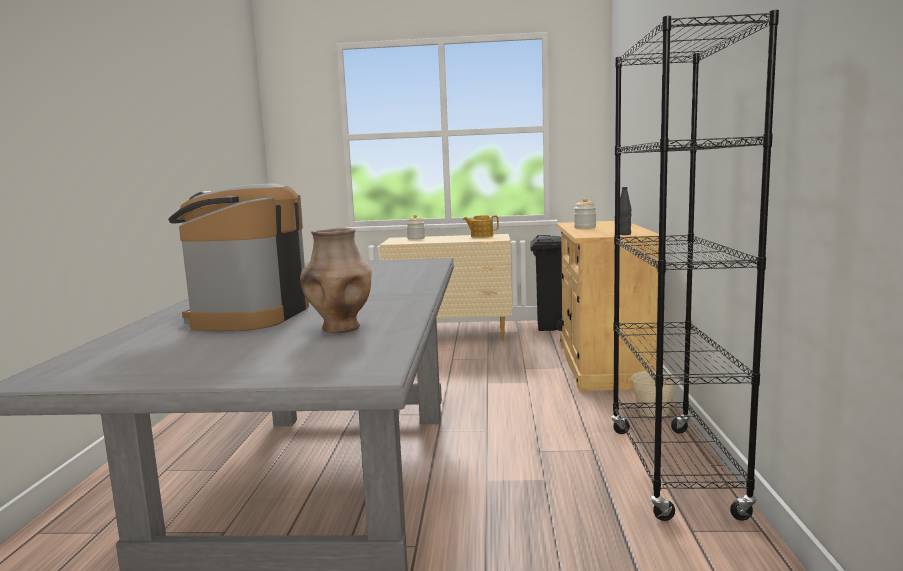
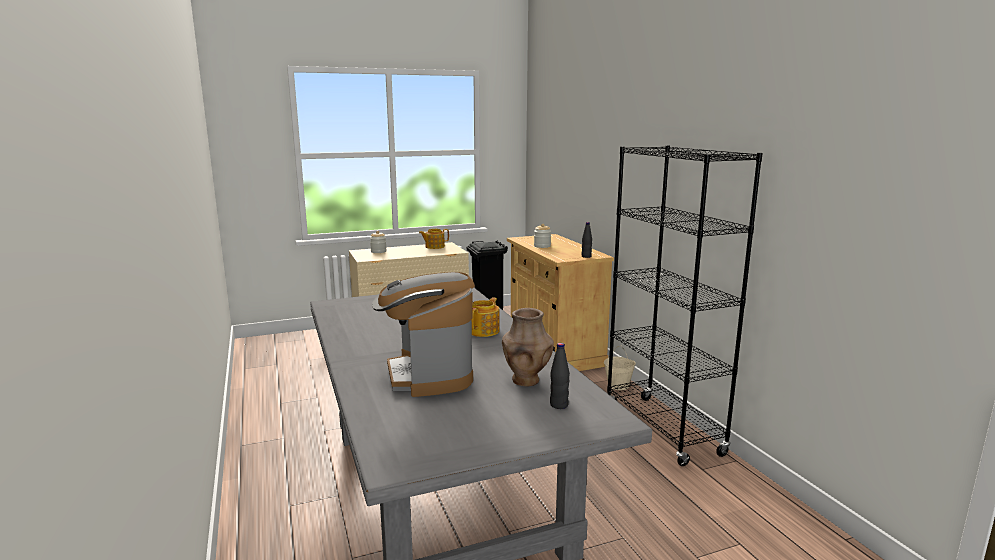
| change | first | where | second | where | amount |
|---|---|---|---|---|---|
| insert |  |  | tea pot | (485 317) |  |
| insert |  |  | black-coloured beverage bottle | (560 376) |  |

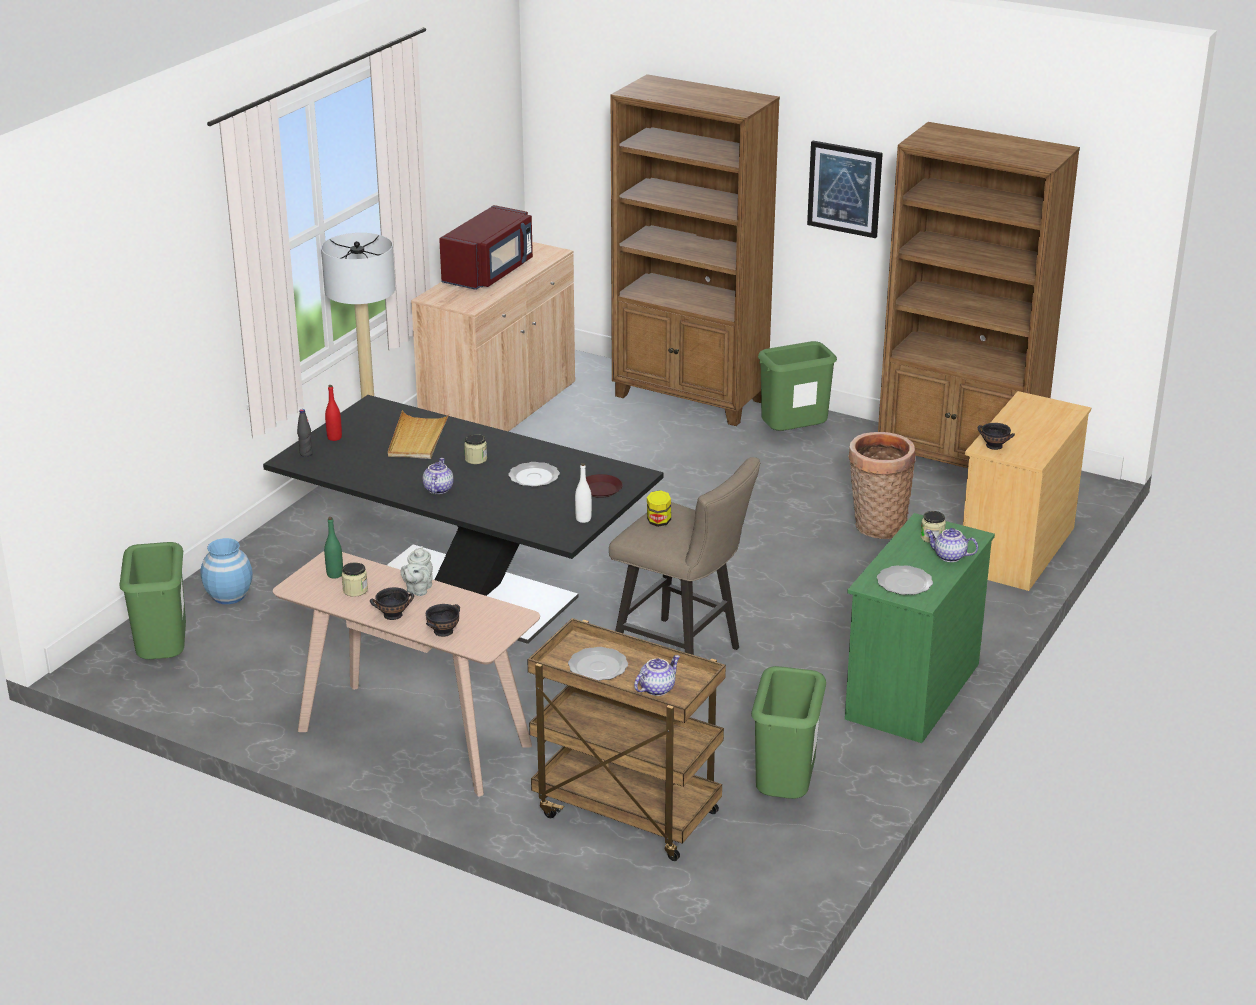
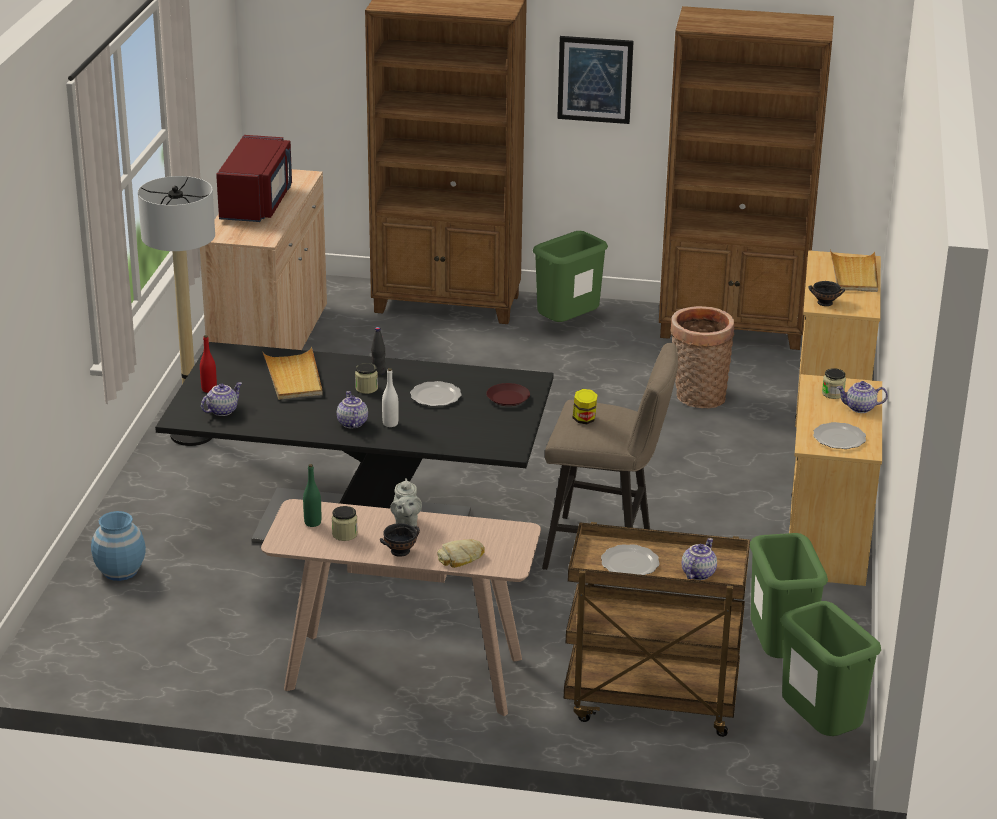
| change | first | where | second | where | amount |
|---|---|---|---|---|---|
| move | black-coloured beverage bottle | (305 433) |  | (378 351) |  |
| move | whitish beverage bottle | (583 493) |  | (390 397) |  |
| recolor | green drawer chest | (920 628) | beige-coloured drawer chest | (835 480) |  |
| move | green rubbish bin | (152 600) |  | (831 668) |  |
| replace | black-coloured bowl | (443 620) | baked bread | (461 553) |  |
| insert |  |  | beige-coloured tray | (854 270) |  |
| insert |  |  | tea pot | (221 399) |  |

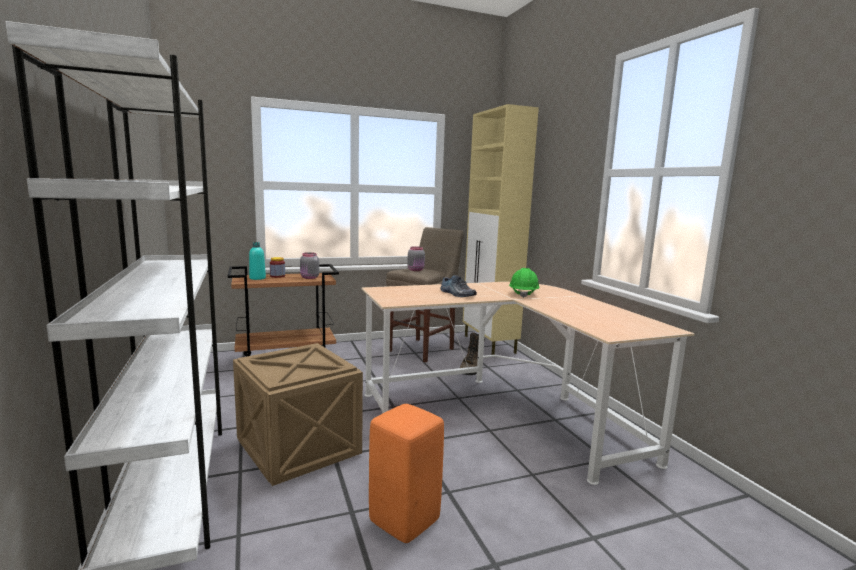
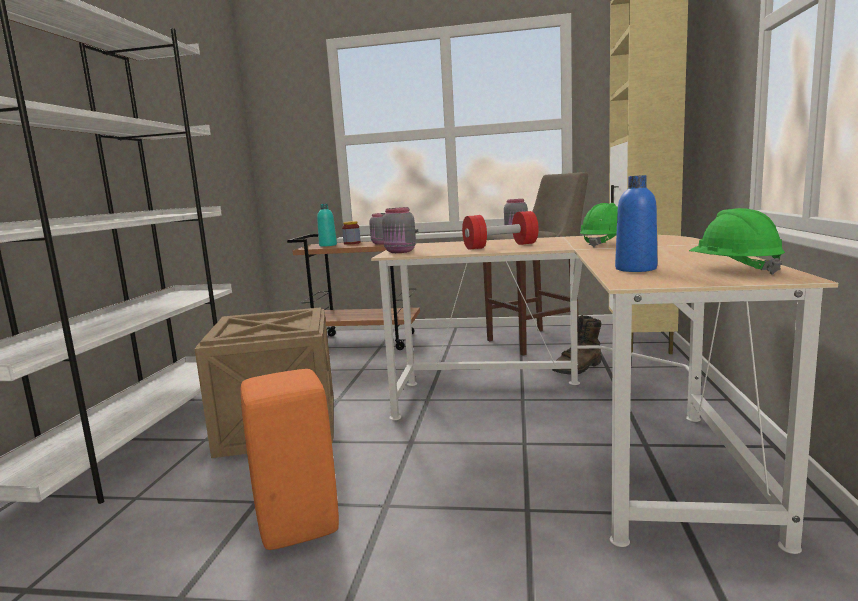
| change | first | where | second | where | amount |
|---|---|---|---|---|---|
| replace | low shoe | (459 286) | reddish hand weight | (500 230) |  |
| insert |  |  | blue-coloured beverage bottle | (636 223) |  |
| insert |  |  | greyish storage jar | (399 230) |  |
| insert |  |  | green hard hat | (737 241) |  |

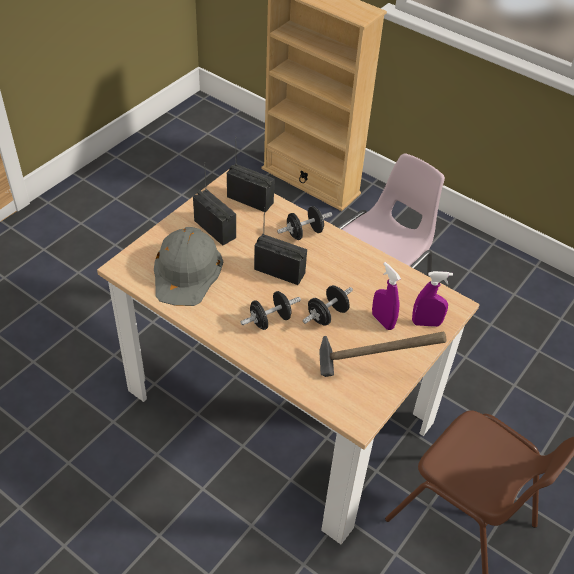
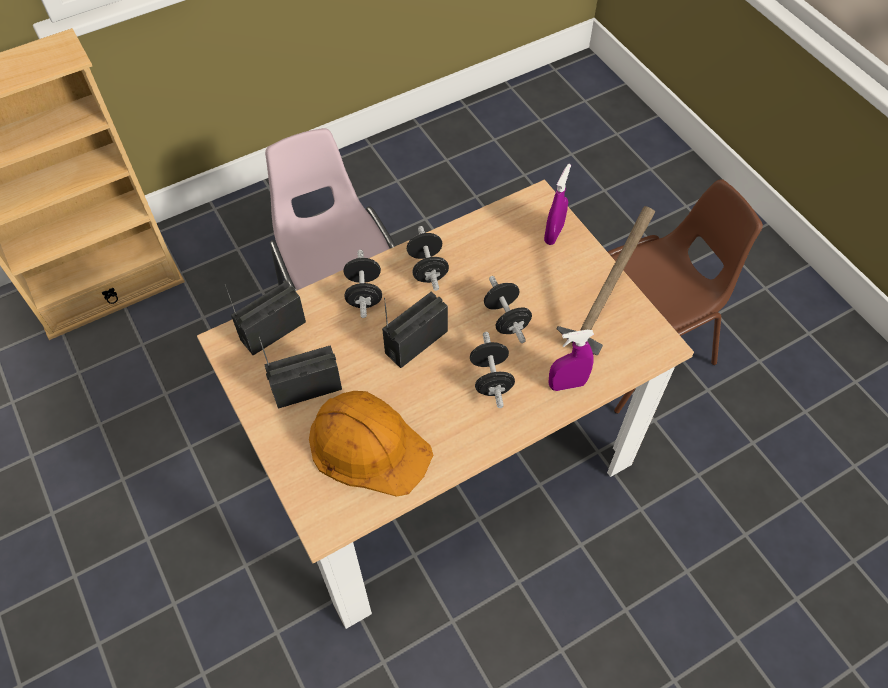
| change | first | where | second | where | amount |
|---|---|---|---|---|---|
| recolor | greyish hard hat | (188 266) | orange hard hat | (371 444) |  |
| move | purple spray bottle | (386 296) |  | (571 360) |  |
| insert |  |  | black-coloured hand weight | (428 258) |  |

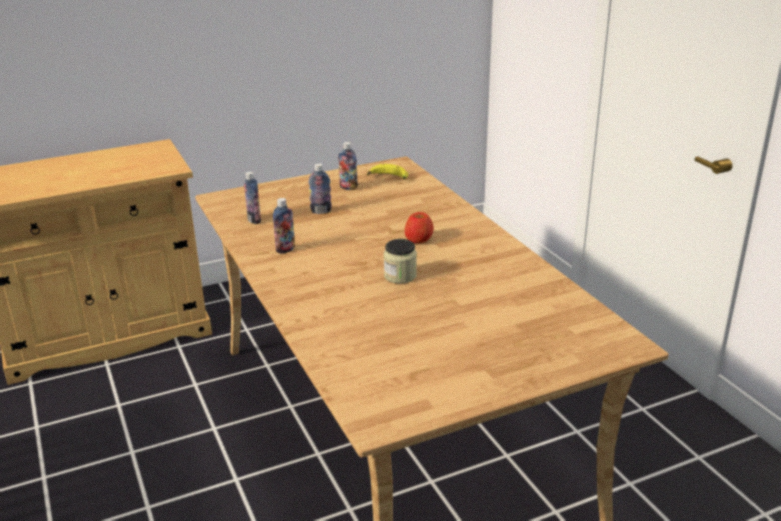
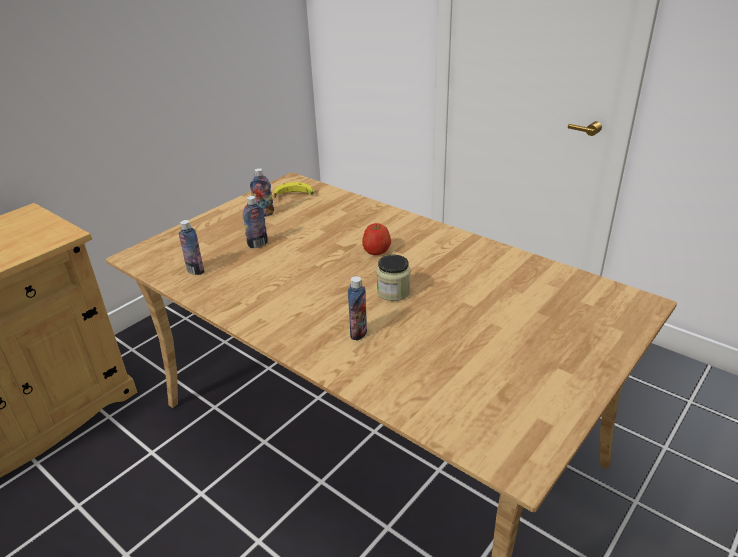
| change | first | where | second | where | amount |
|---|---|---|---|---|---|
| move | beverage bottle | (284 226) |  | (357 308) |  |

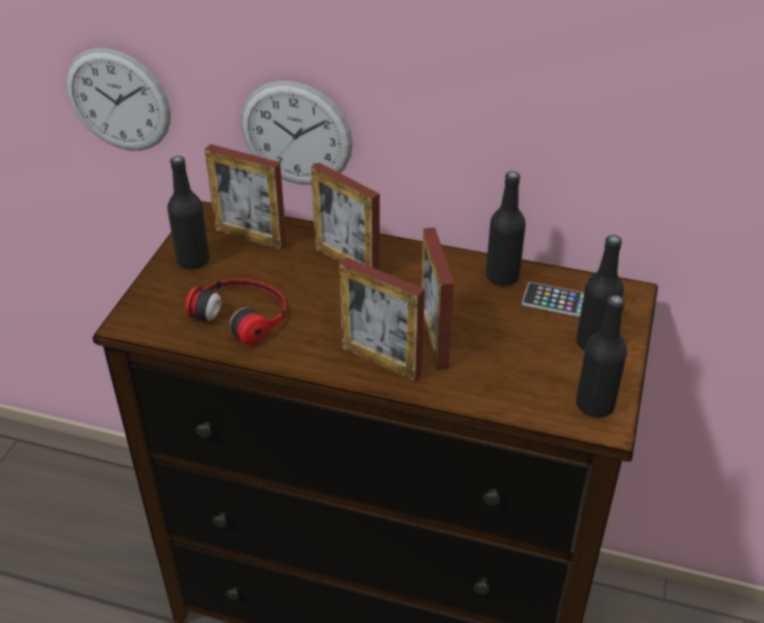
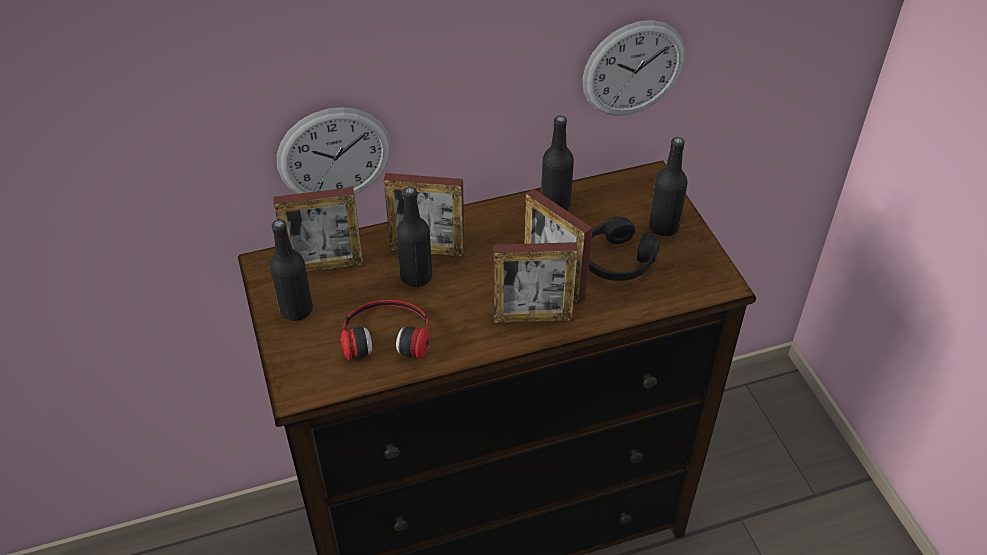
| change | first | where | second | where | amount |
|---|---|---|---|---|---|
| move | clock on the wall | (118 99) |  | (633 68) |  |
| delete | phone | (553 299) |  |  |  |
| move | black-coloured beverage bottle | (601 356) |  | (414 237) |  |
| insert |  |  | black-coloured pair of headphones | (624 248) |  |

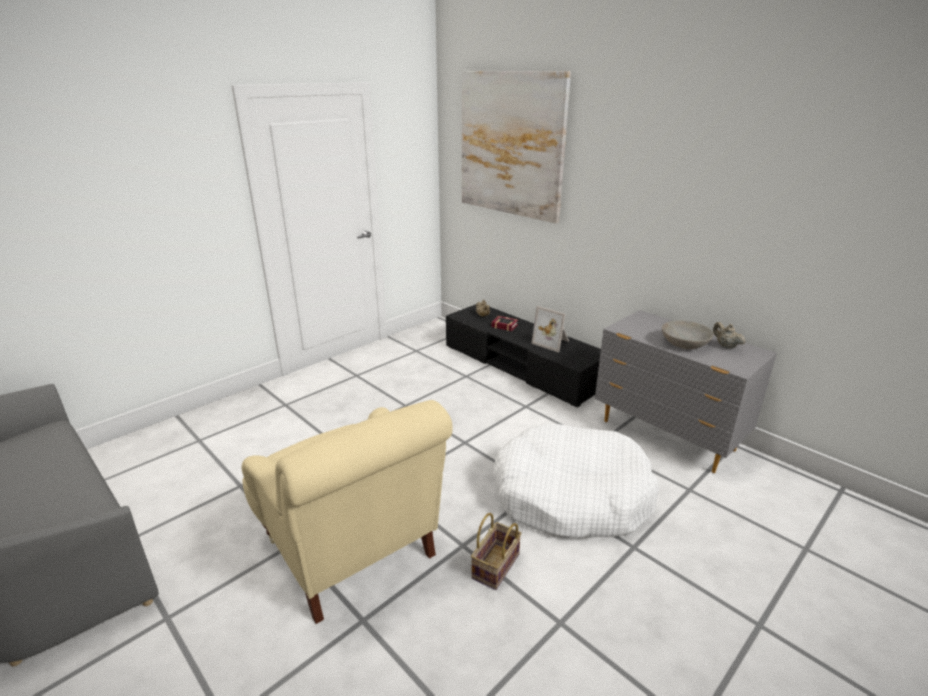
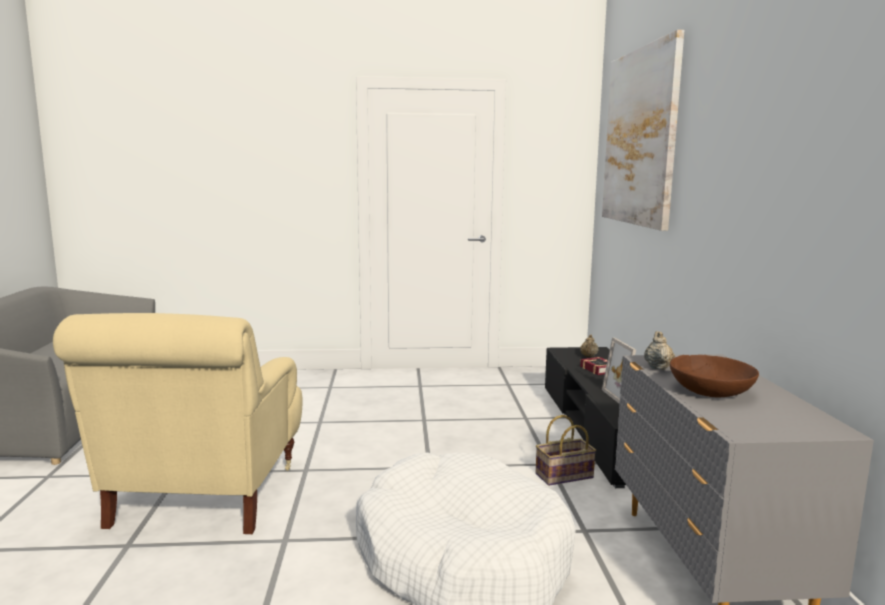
| change | first | where | second | where | amount |
|---|---|---|---|---|---|
| recolor | greyish bowl | (688 334) | brown-coloured bowl | (714 376) |  |
| move | beige-coloured tea pot | (729 335) |  | (659 350) |  |
| move | basket | (496 551) |  | (566 450) |  |

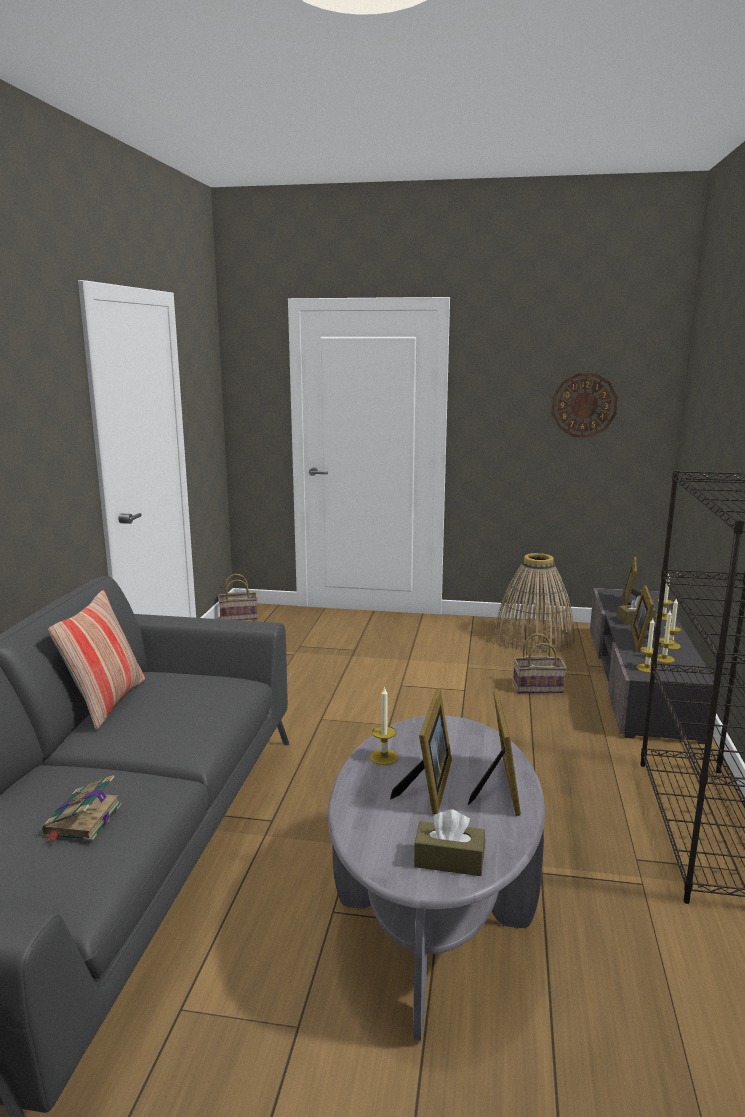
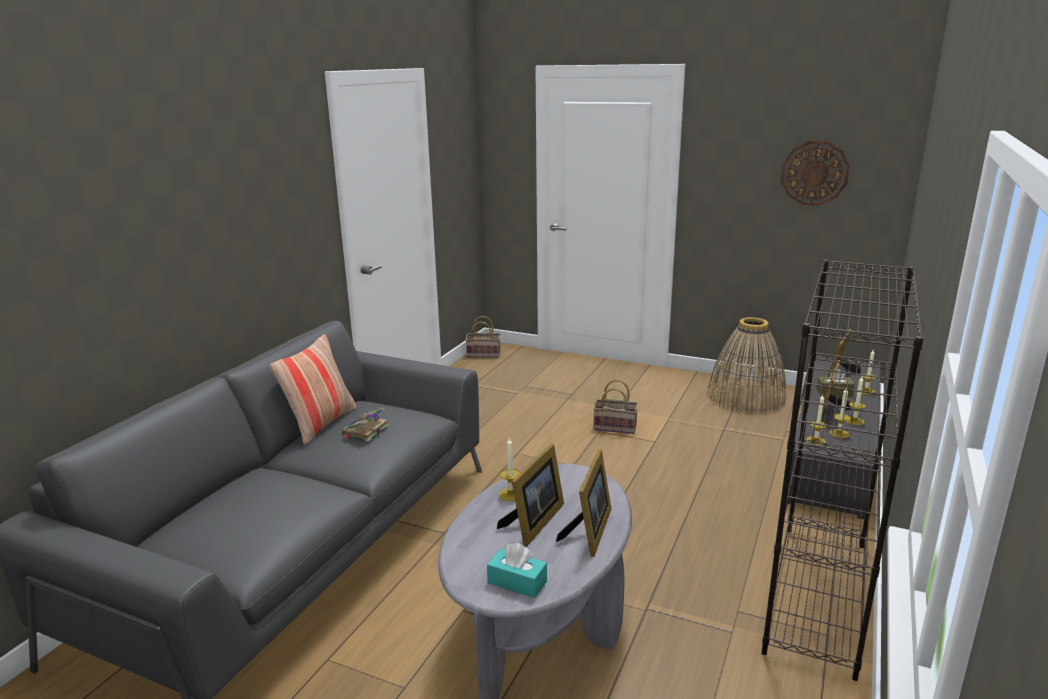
| change | first | where | second | where | amount |
|---|---|---|---|---|---|
| move | basket | (540 663) |  | (615 406) |  |
| move | volume | (81 808) |  | (365 424) |  |
| recolor | brown-coloured box of tissues | (449 842) | turquoise box of tissues | (517 570) |  |

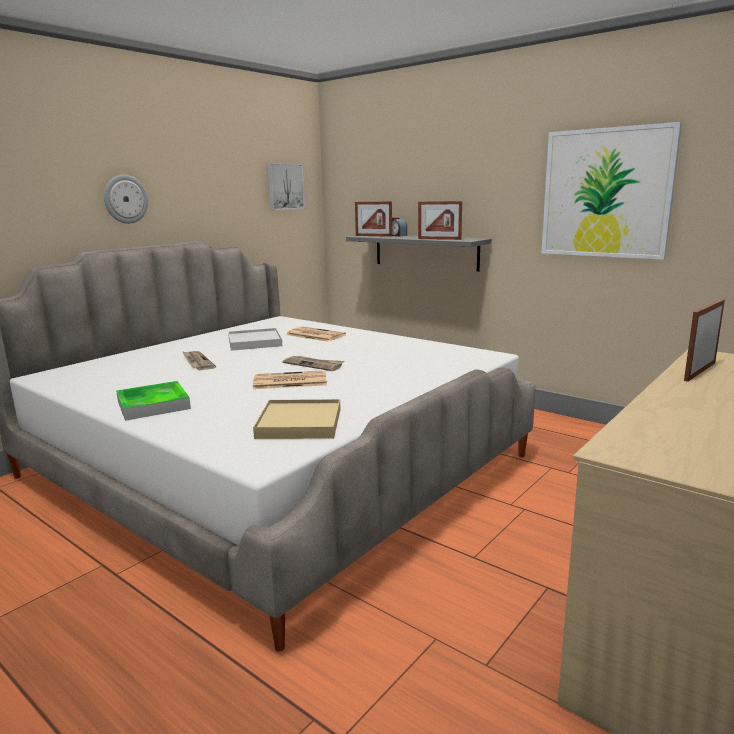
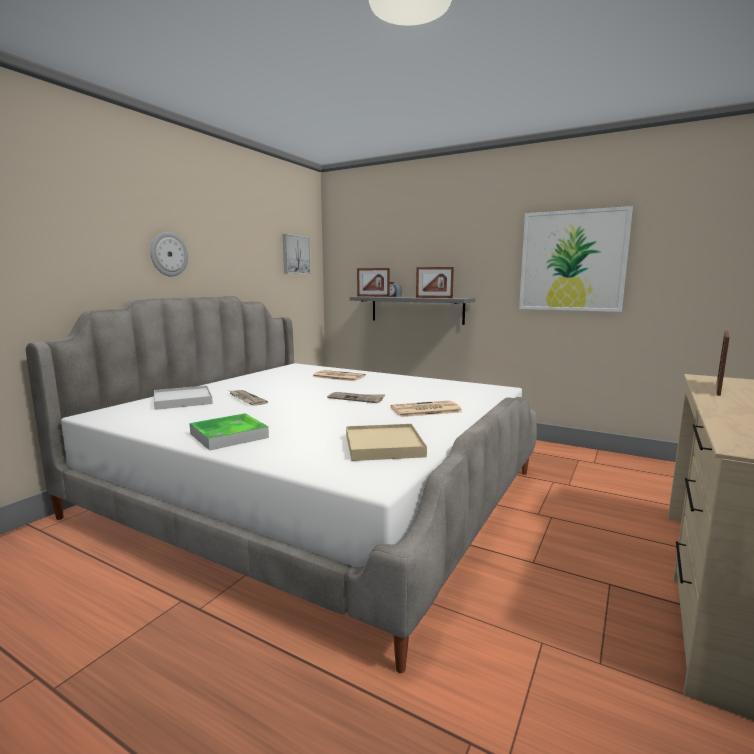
| change | first | where | second | where | amount |
|---|---|---|---|---|---|
| move | whitish tray | (255 339) |  | (183 398) |  |
| move | daily paper | (290 380) |  | (426 408) |  |

